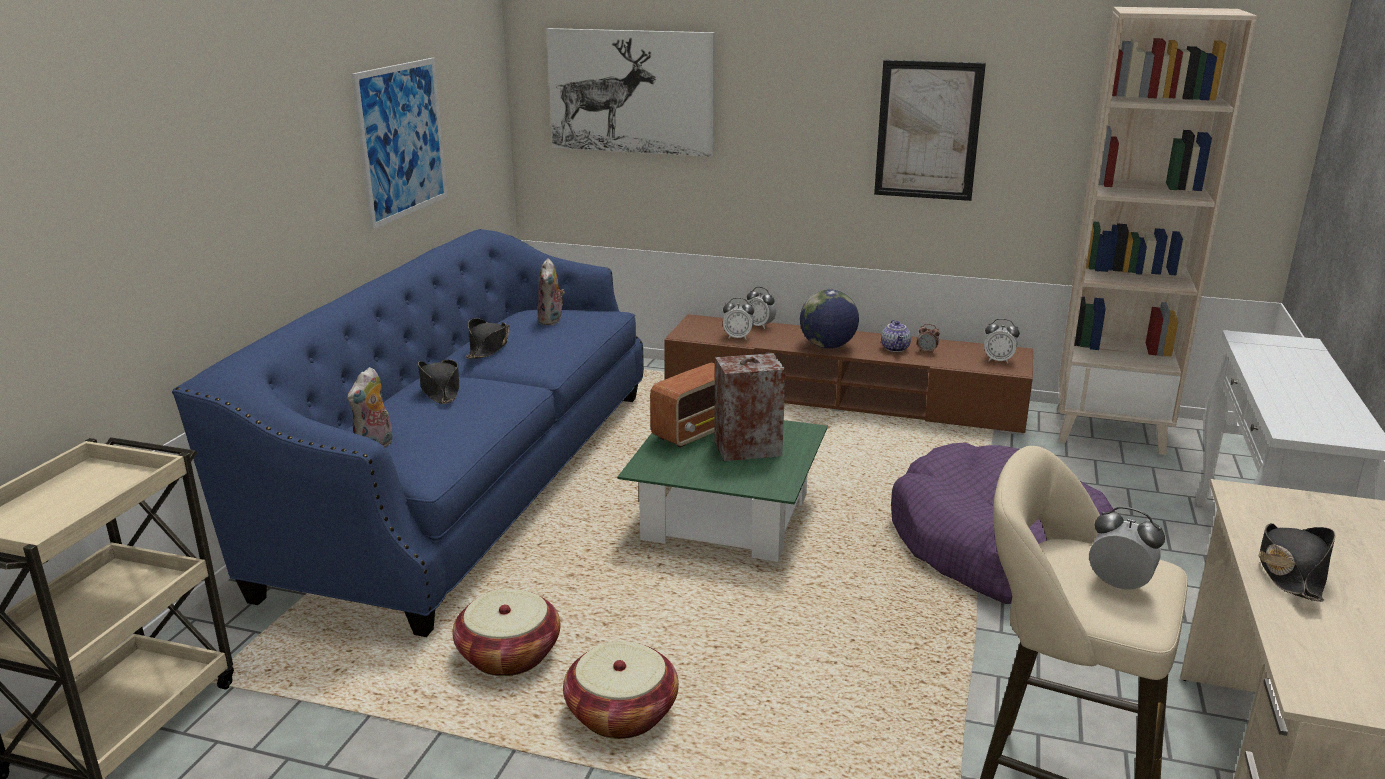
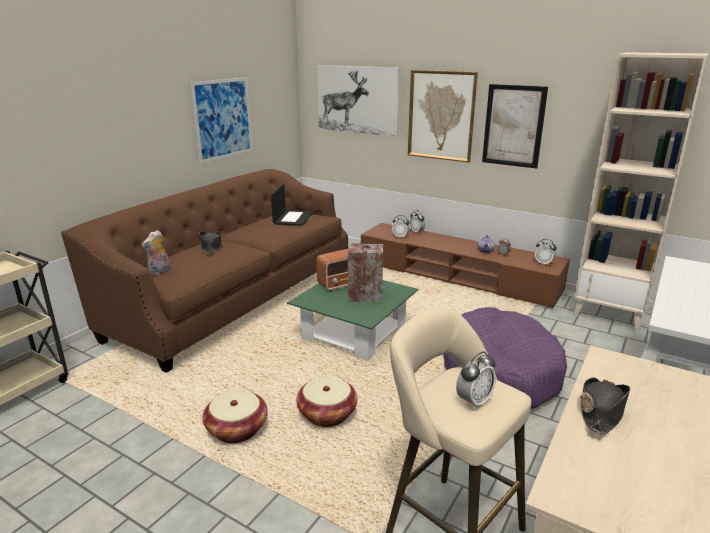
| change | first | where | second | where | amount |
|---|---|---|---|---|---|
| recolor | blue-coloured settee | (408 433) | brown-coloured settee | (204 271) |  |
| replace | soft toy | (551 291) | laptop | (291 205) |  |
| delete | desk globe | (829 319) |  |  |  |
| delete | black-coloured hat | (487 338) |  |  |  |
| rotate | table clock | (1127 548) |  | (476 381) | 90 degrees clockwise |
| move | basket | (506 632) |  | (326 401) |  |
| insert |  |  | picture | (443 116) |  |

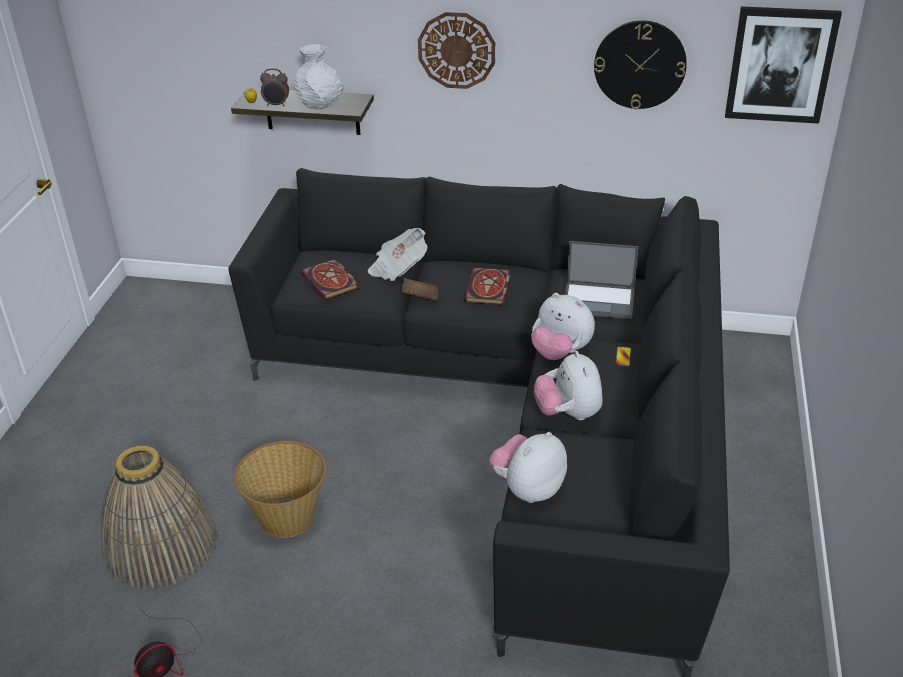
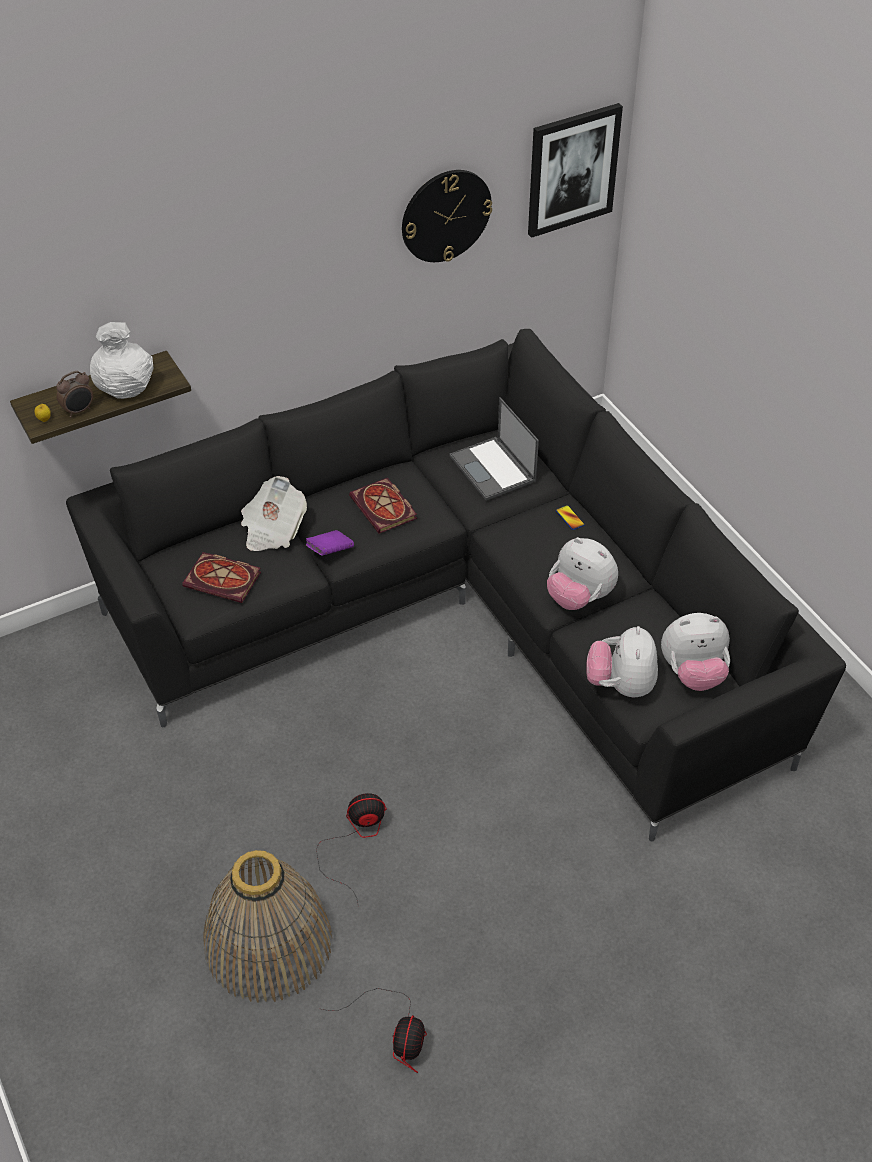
| change | first | where | second | where | amount |
|---|---|---|---|---|---|
| delete | clock on the wall | (456 50) |  |  |  |
| rotate | laptop | (602 280) |  | (494 449) | 90 degrees clockwise |
| recolor | brown-coloured volume | (420 289) | purple volume | (330 543) |  |
| move | soft toy | (563 326) |  | (695 652) |  |
| replace | basket | (280 489) | cooling fan | (351 850) |  |

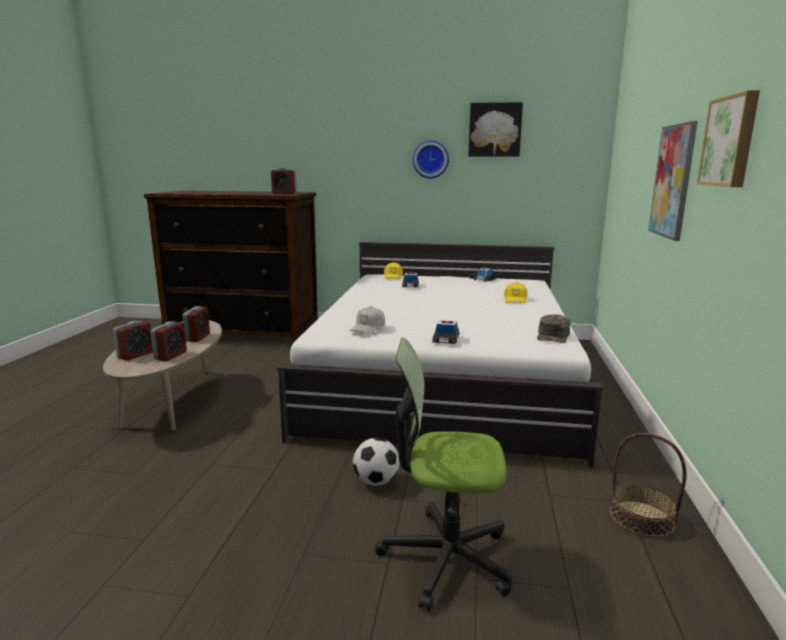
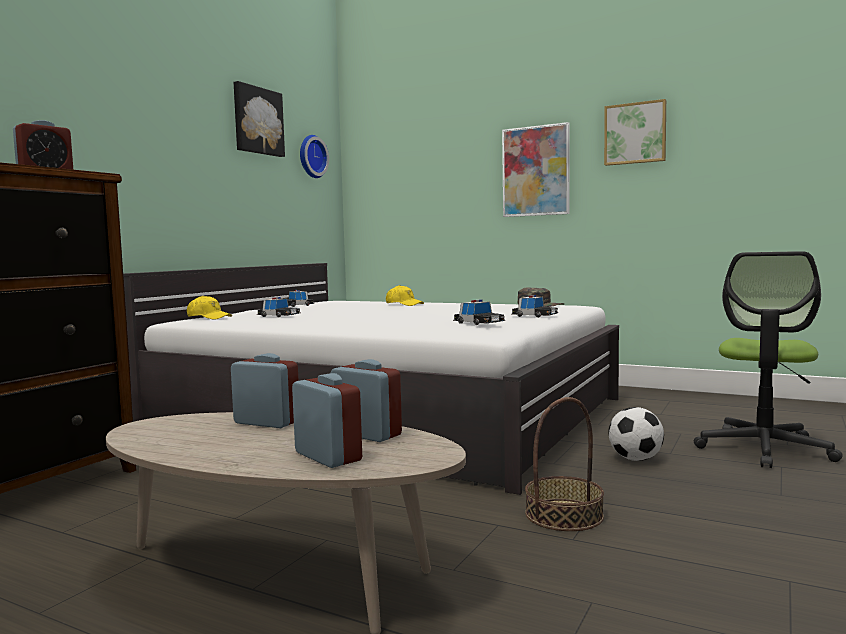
| change | first | where | second | where | amount |
|---|---|---|---|---|---|
| move | clock on the wall | (431 159) |  | (314 156) |  |
| replace | whitish peaked cap | (367 320) | model car | (479 312) |  |
| move | basket | (648 485) |  | (564 464) |  |

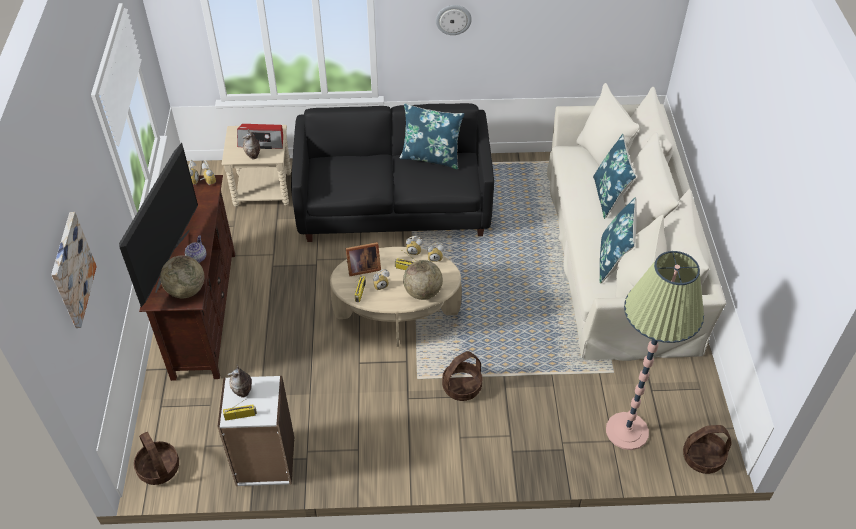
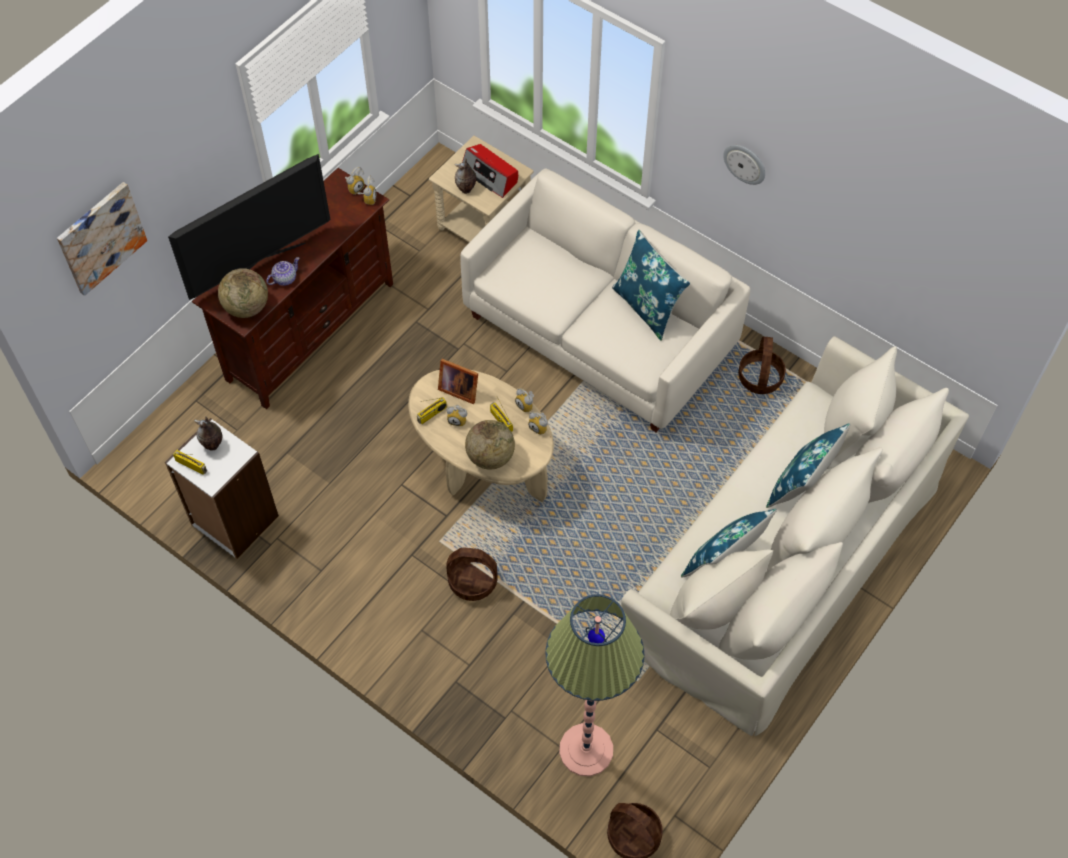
| change | first | where | second | where | amount |
|---|---|---|---|---|---|
| recolor | black-coloured settee | (392 172) | whitish settee | (605 300) |  |
| move | basket | (156 458) |  | (762 365) |  |

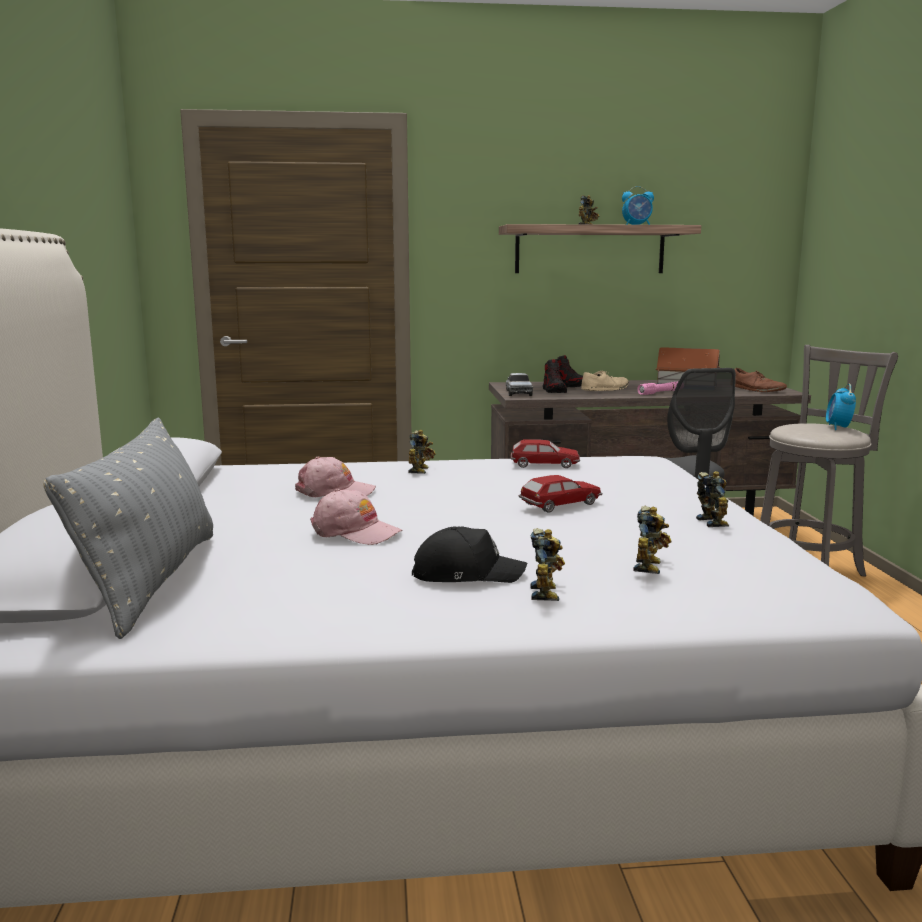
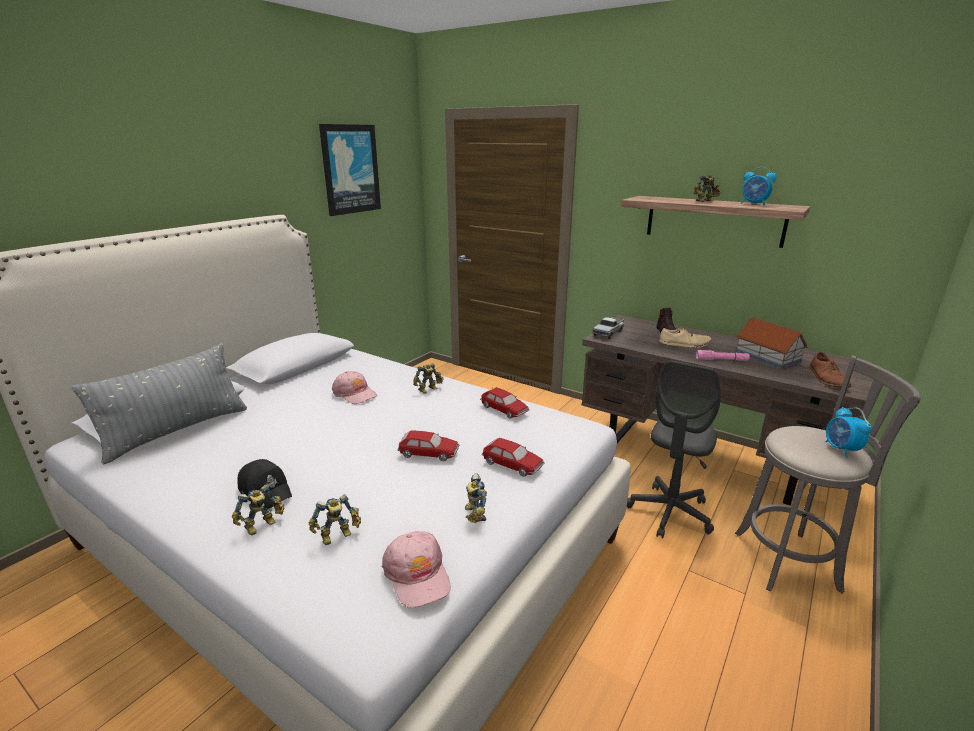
| change | first | where | second | where | amount |
|---|---|---|---|---|---|
| delete | low shoe | (555 376) |  |  |  |
| rotate | table clock | (841 406) |  | (848 432) | 60 degrees counterclockwise |
| rotate | robot figure | (712 499) |  | (476 498) | 135 degrees clockwise |
| move | pinkish peaked cap | (356 517) |  | (416 569) |  |
| insert |  |  | picture | (350 170) |  |
| insert |  |  | model car | (513 457) |  |

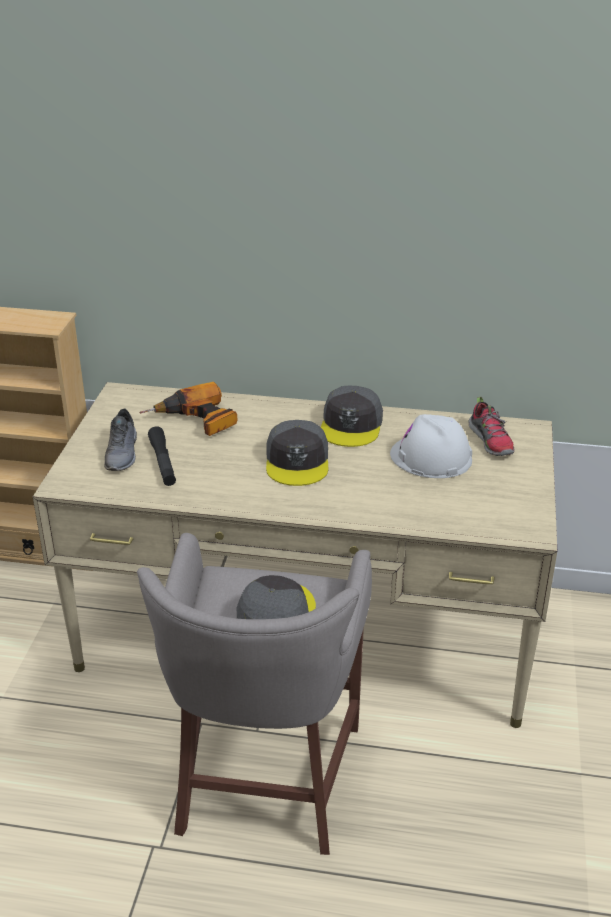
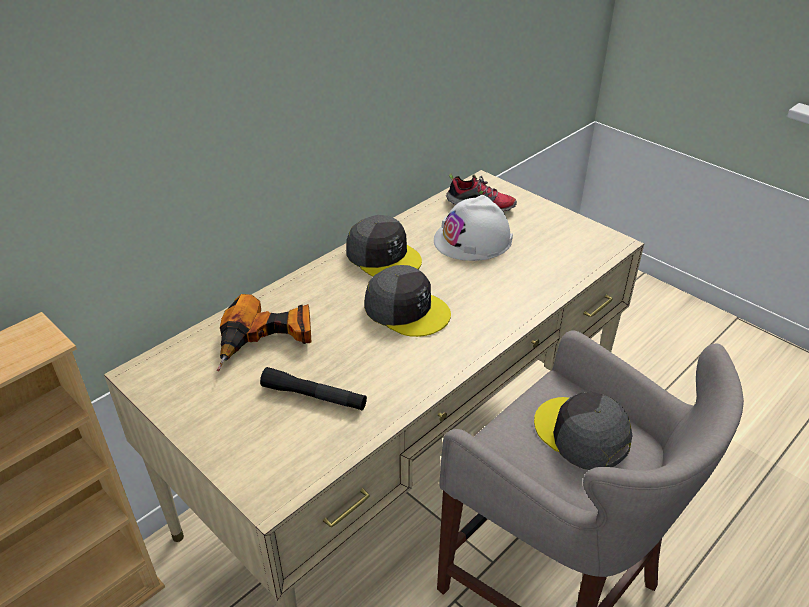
| change | first | where | second | where | amount |
|---|---|---|---|---|---|
| delete | greyish low shoe | (120 440) |  |  |  |

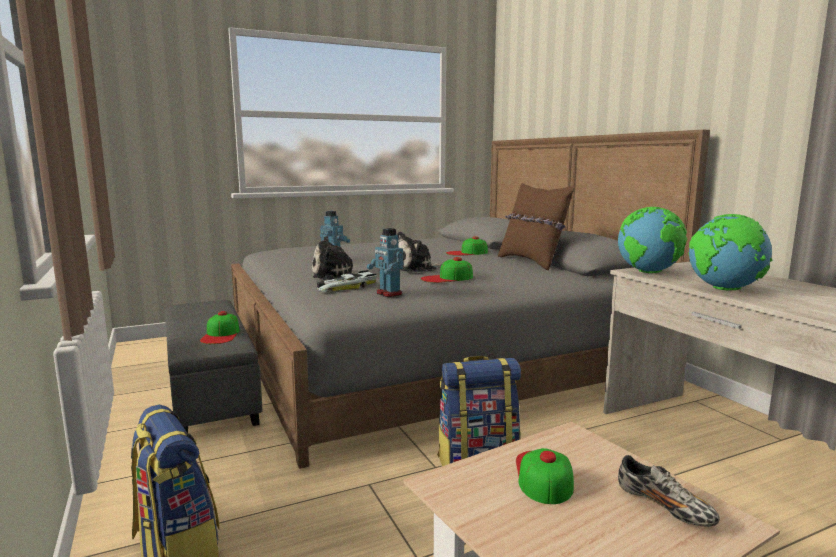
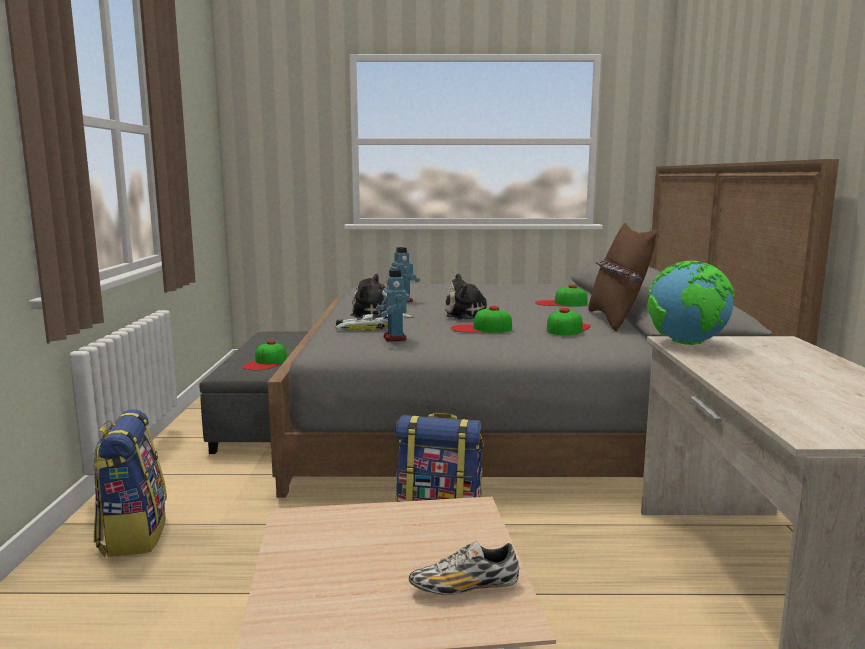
| change | first | where | second | where | amount |
|---|---|---|---|---|---|
| delete | desk globe | (730 252) |  |  |  |
| move | peaked cap | (545 476) |  | (569 321) |  |
| rotate | low shoe | (669 491) |  | (464 568) | 90 degrees clockwise |

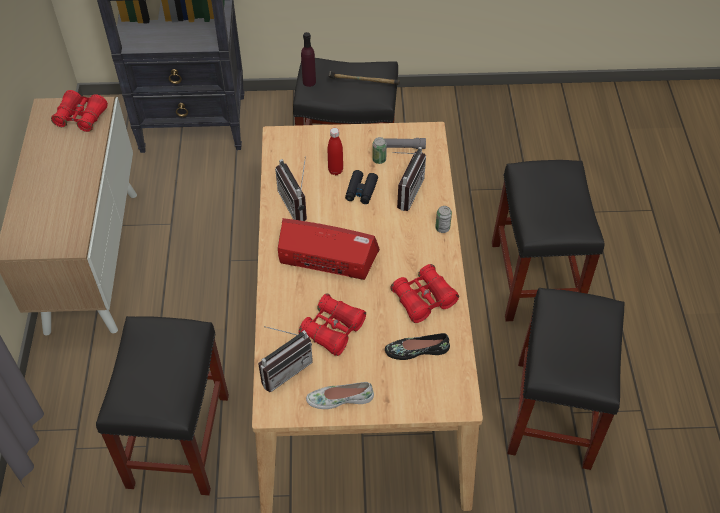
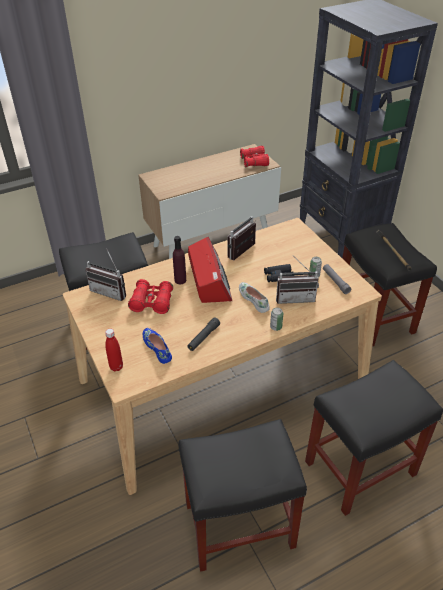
| change | first | where | second | where | amount |
|---|---|---|---|---|---|
| move | purple beverage bottle | (308 59) |  | (179 260) |  |
| move | reddish beverage bottle | (335 151) |  | (114 350) |  |
| replace | reddish field glasses | (424 293) | black-coloured torch | (203 334) |  |
| recolor | black-coloured low shoe | (417 346) | blue-coloured low shoe | (157 346) |  |
| move | whitish low shoe | (340 395) |  | (254 297) |  |

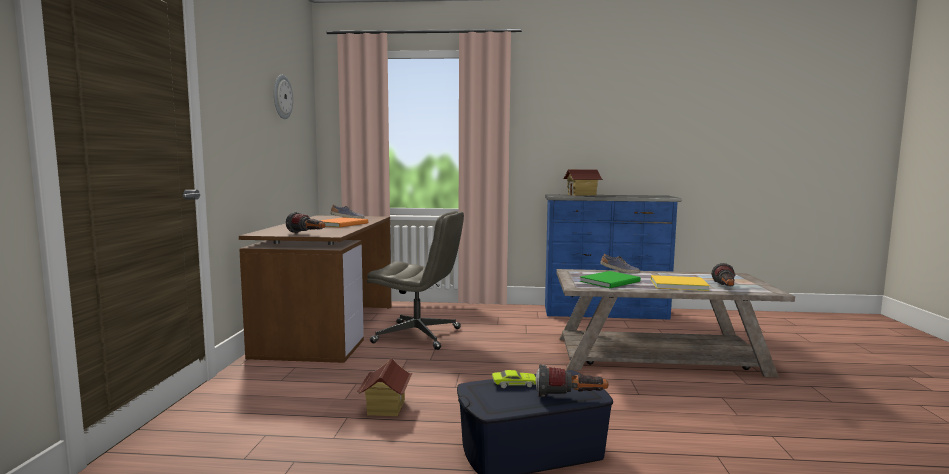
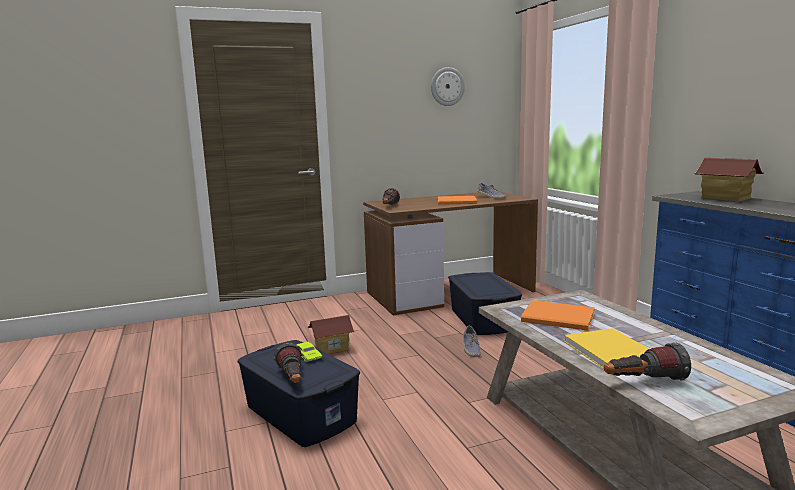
| change | first | where | second | where | amount |
|---|---|---|---|---|---|
| replace | greyish computer chair | (415 280) | blue-coloured storage bin | (485 303) |  |
| move | low shoe | (620 264) |  | (472 341) |  |
| recolor | green volume | (610 279) | orange volume | (558 315) |  |

